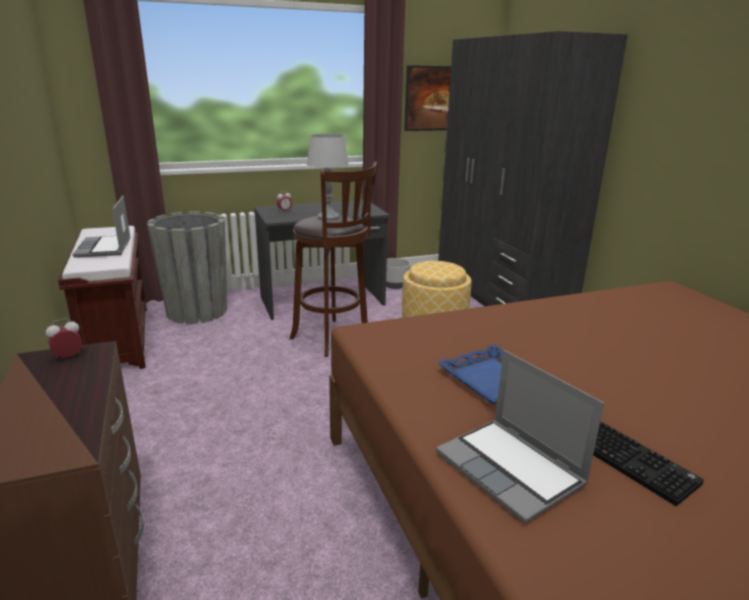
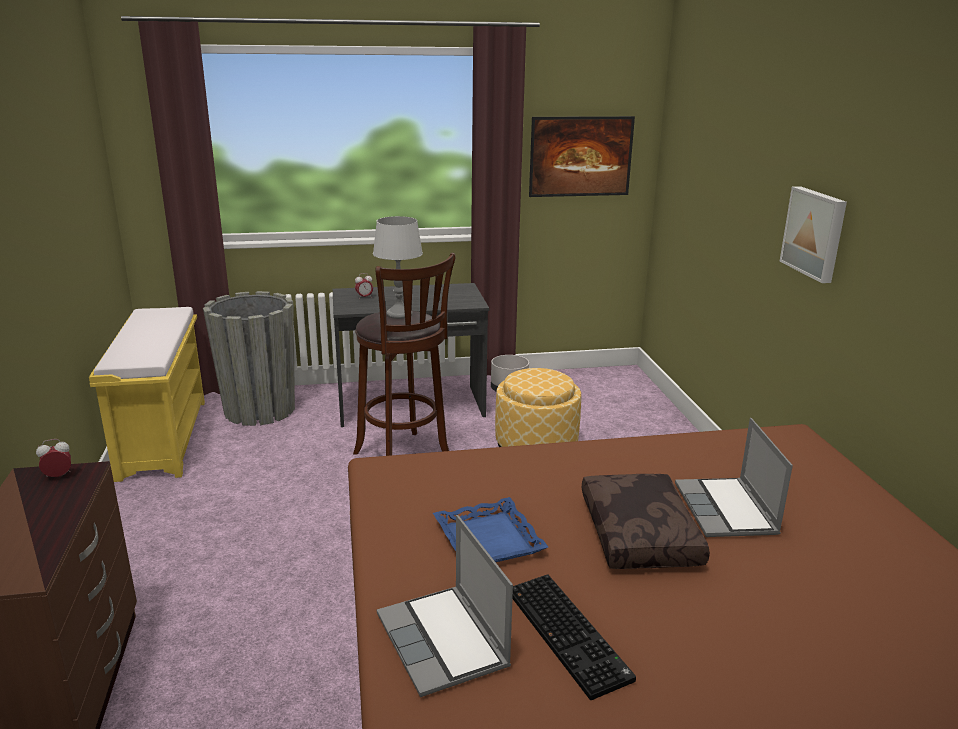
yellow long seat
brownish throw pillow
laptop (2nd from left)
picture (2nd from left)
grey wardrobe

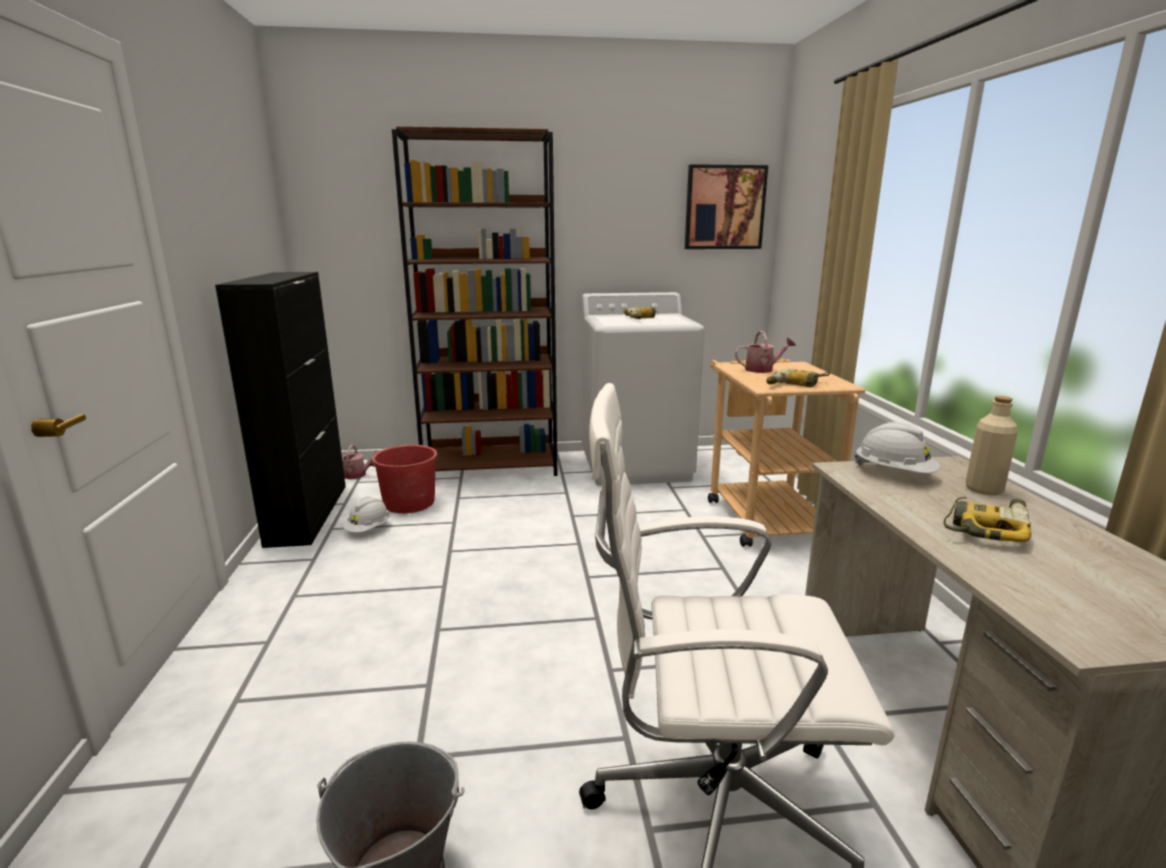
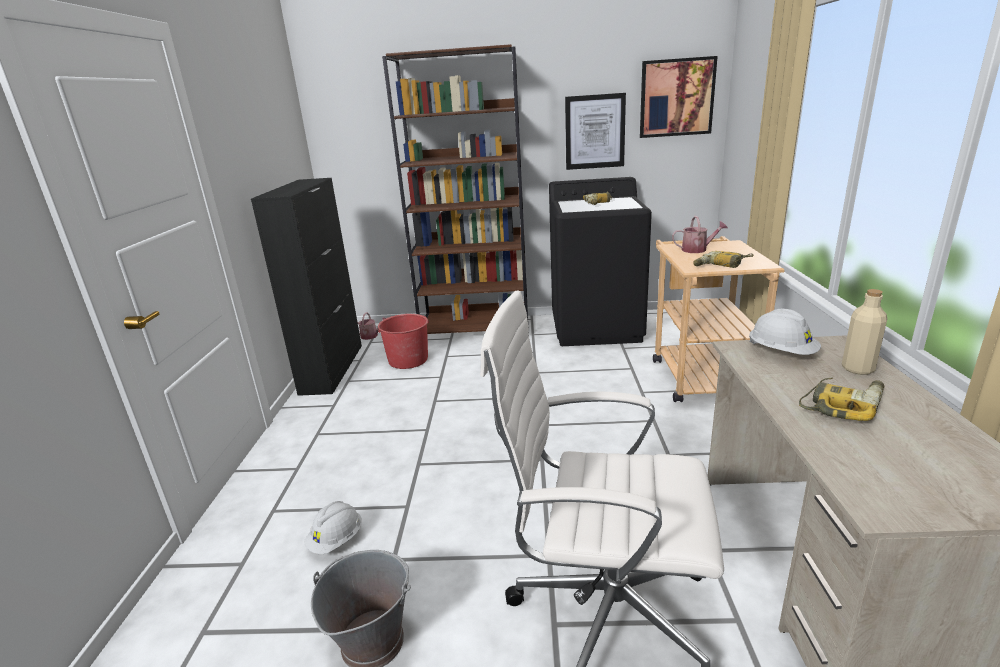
whitish work helmet (1st from left)
black-coloured washing machine
picture (1st from left)

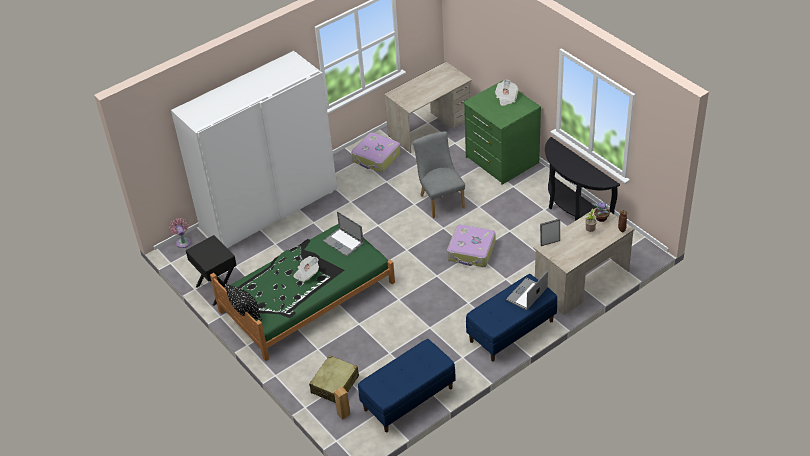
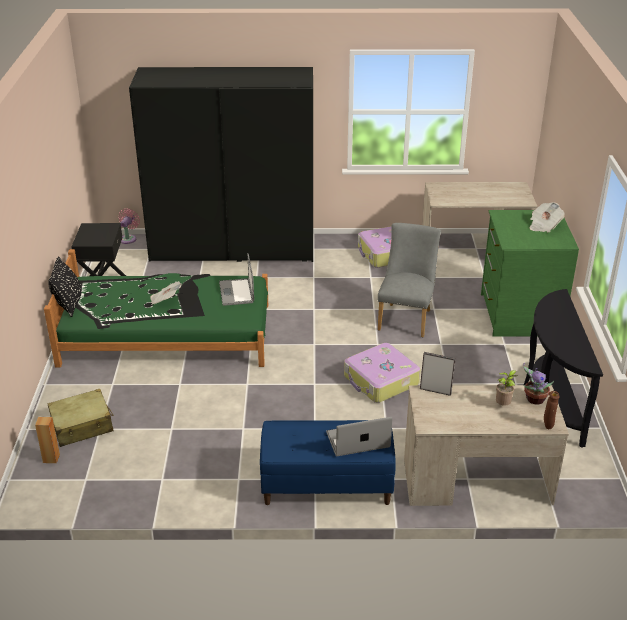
black-coloured wardrobe
bluish long seat (1st from left in the first image)

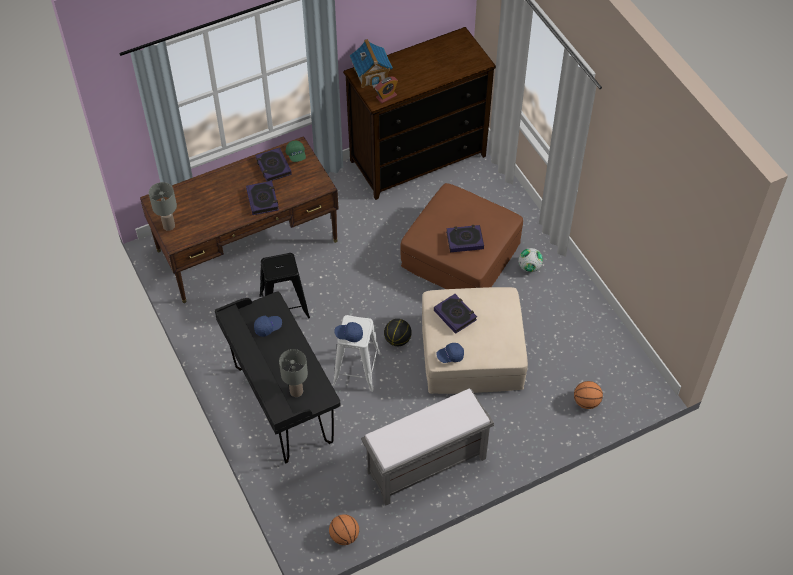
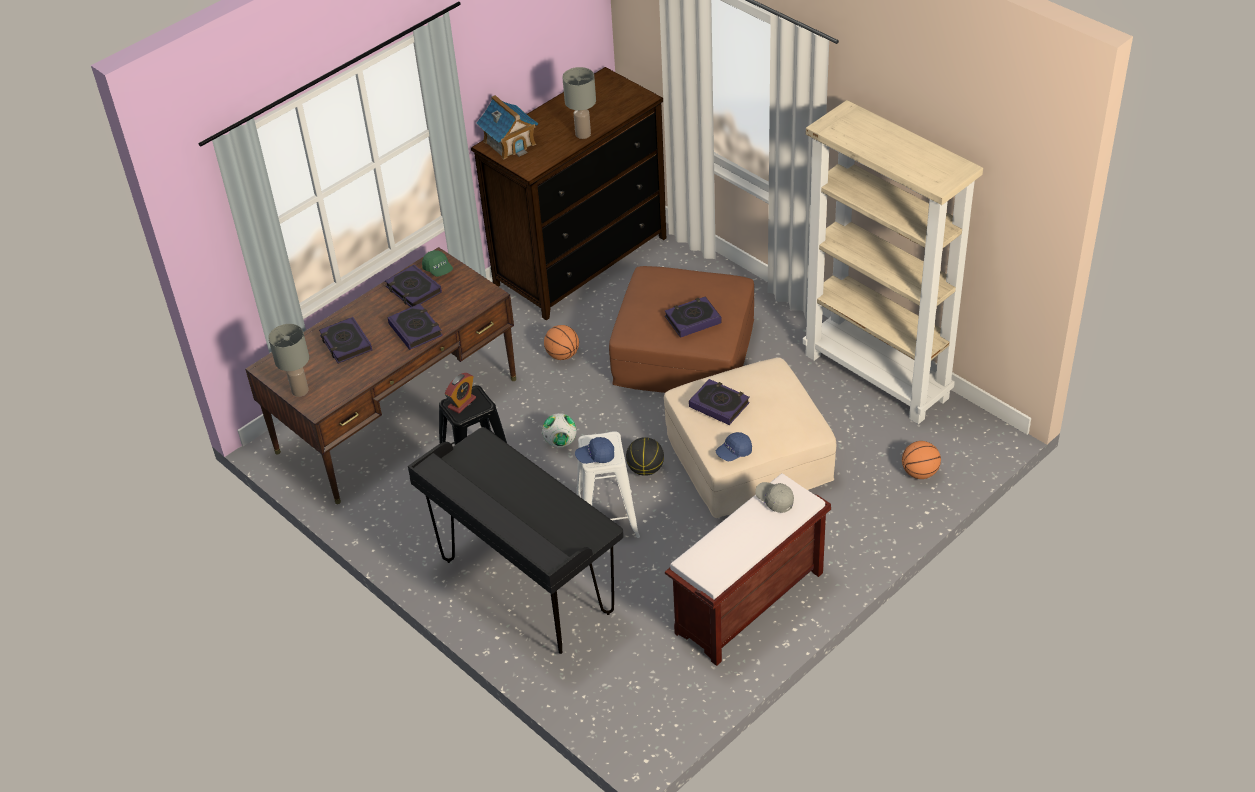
book (1st from left)
table clock
football
basketball ball (1st from left)
grey table lamp (2nd from left)
brownish long seat
grey cap
beige-coloured bookshelf
bluish cap (1st from left in the first image)

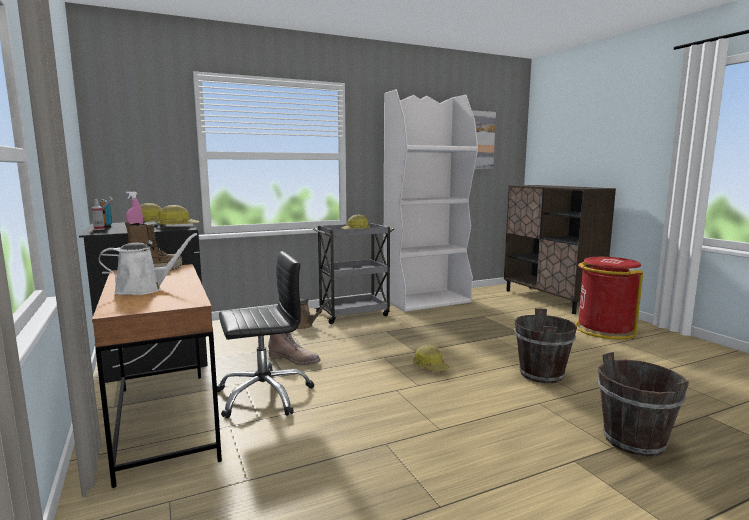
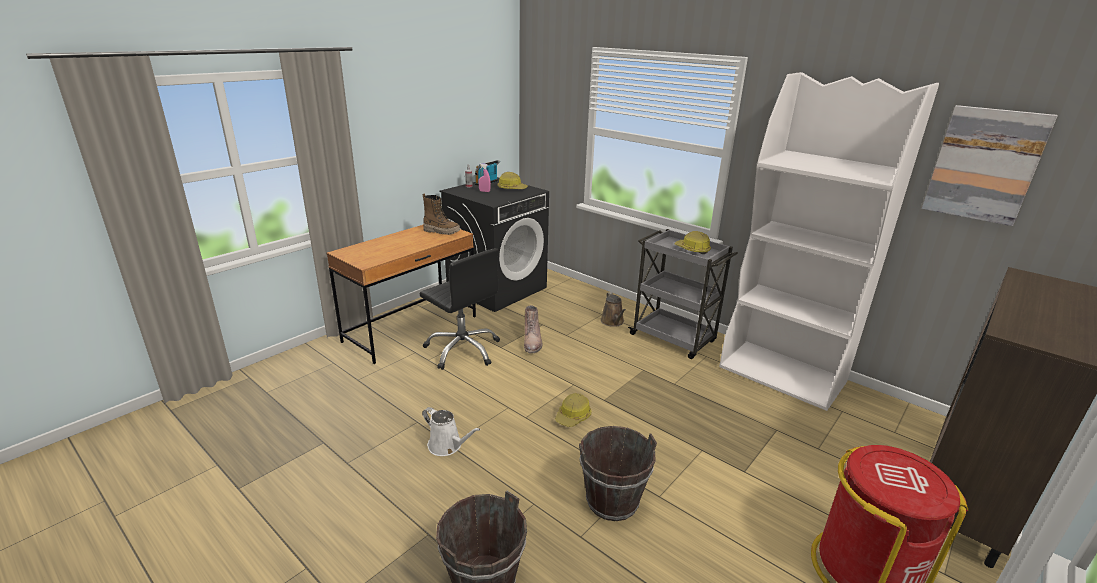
whitish watering can
work helmet (2nd from left in the first image)

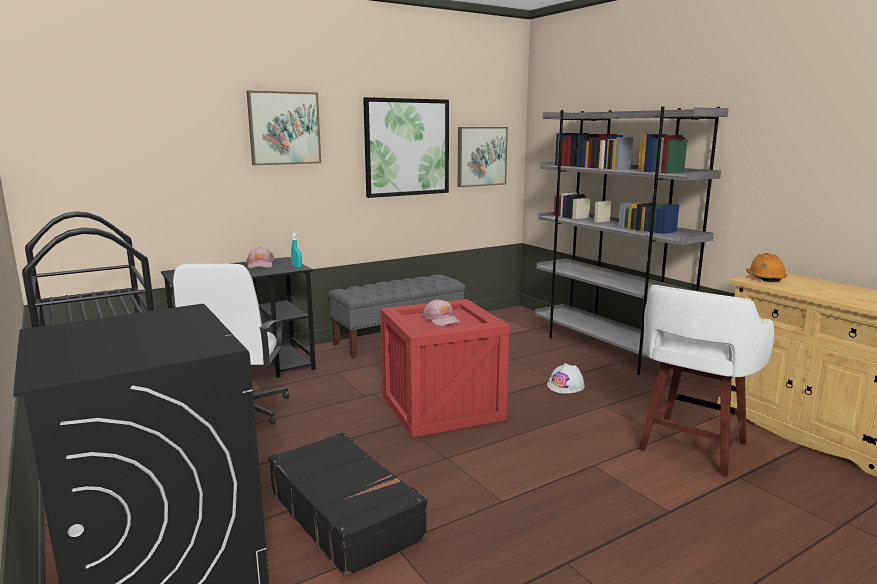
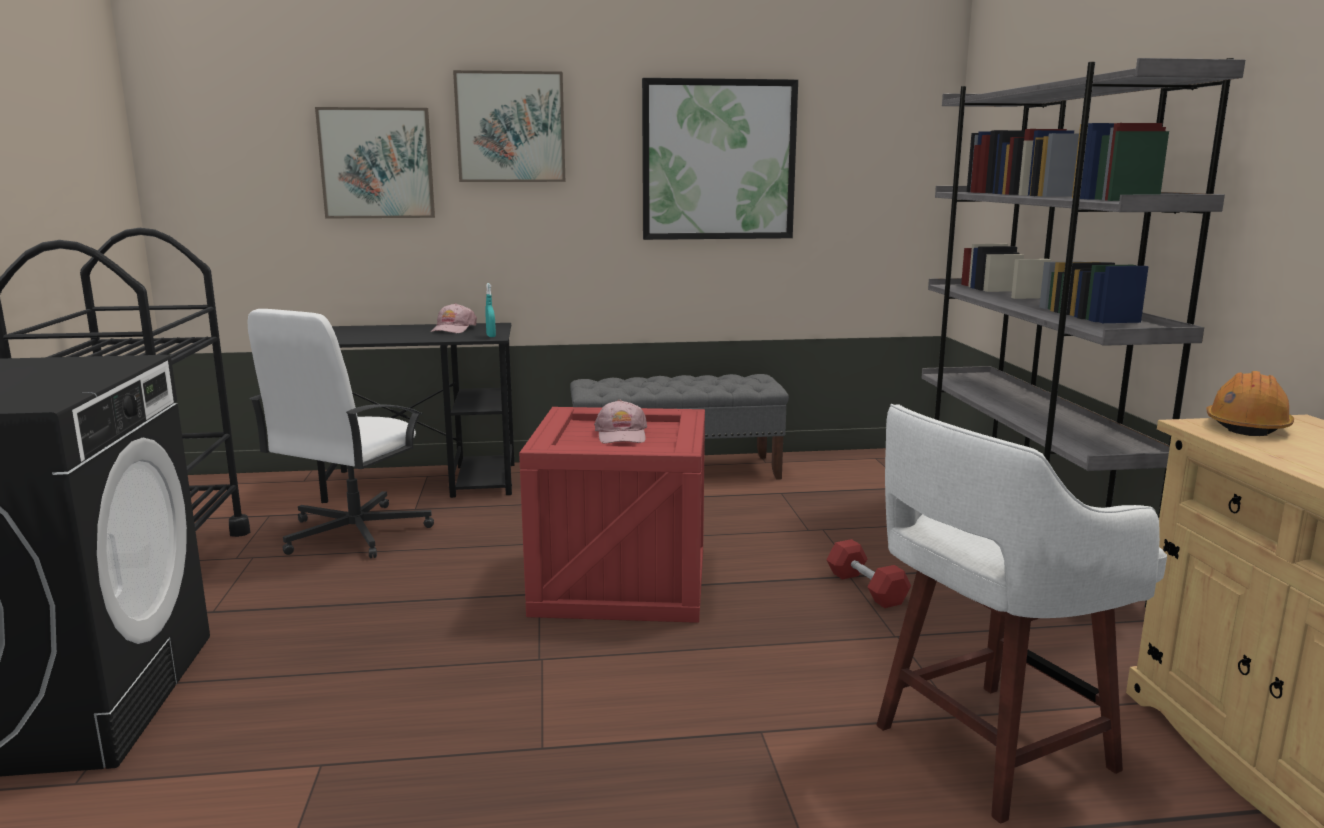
picture (1st from left)
red-coloured dumbbell
black-coloured piece of luggage

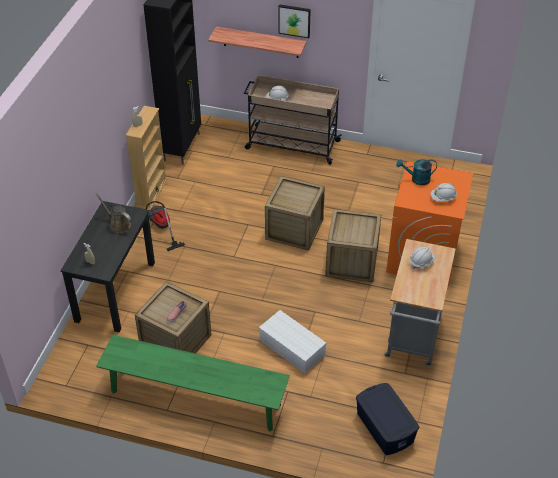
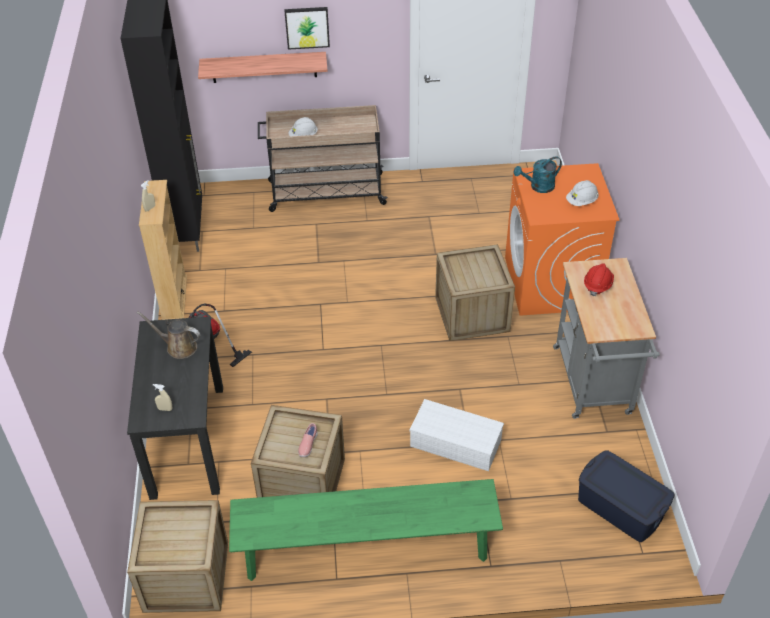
packing crate (1st from left)
red-coloured work helmet

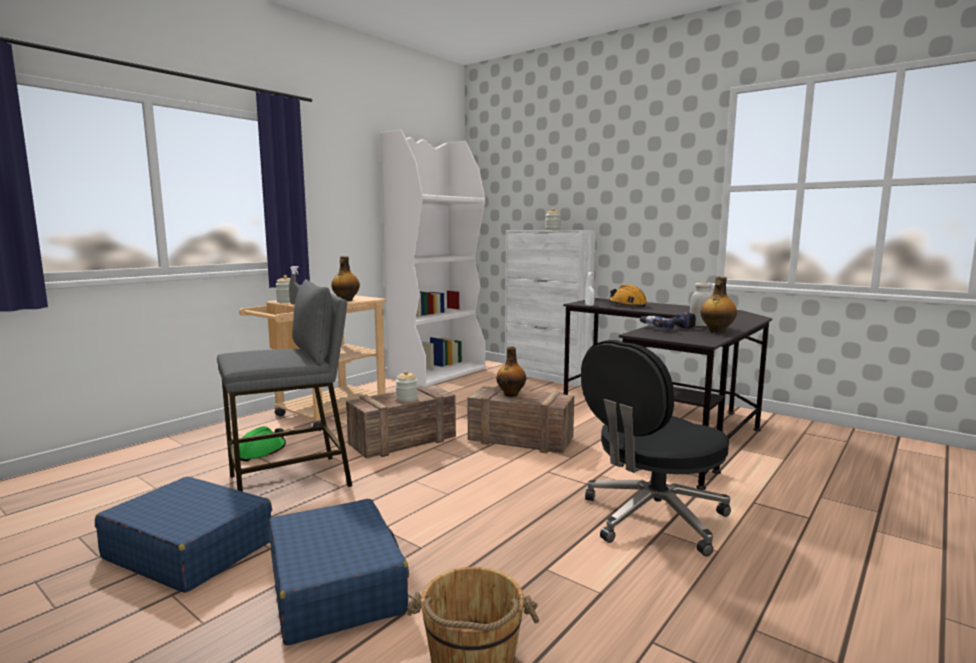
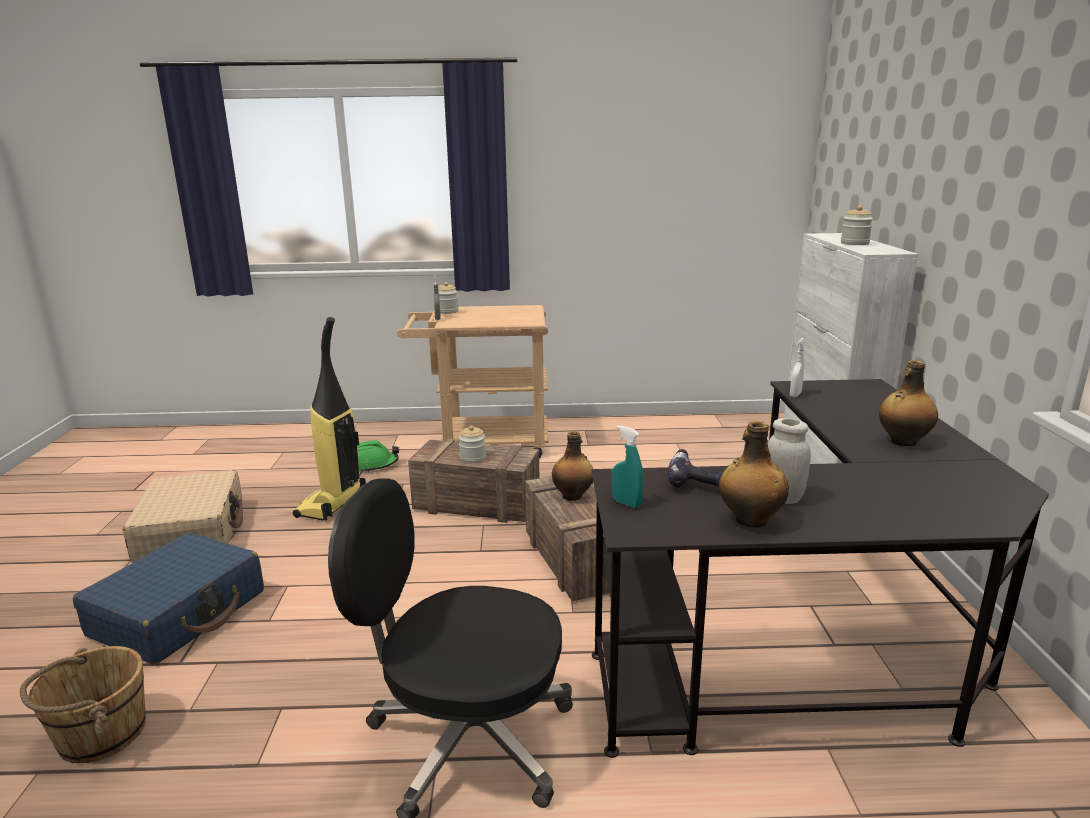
beige-coloured piece of luggage
vacuum cleaner
turquoise sprayer
beverage bottle (3rd from left)
whitish bookshelf
orangey work helmet

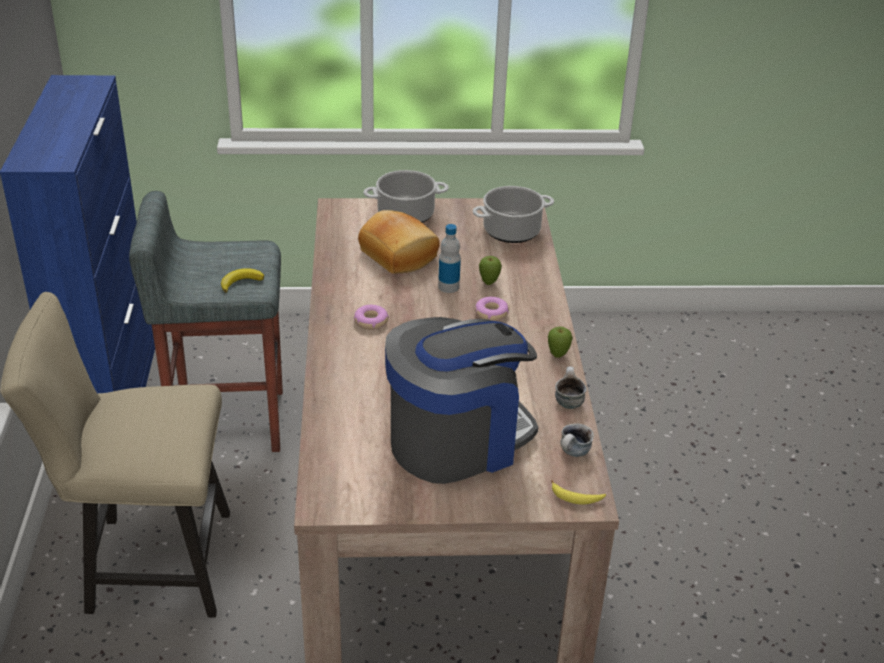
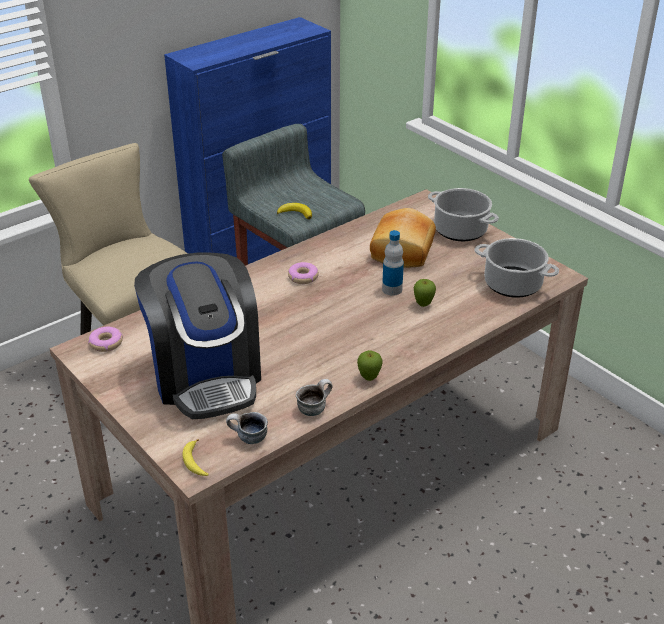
doughnut (1st from left)
coffee machine

